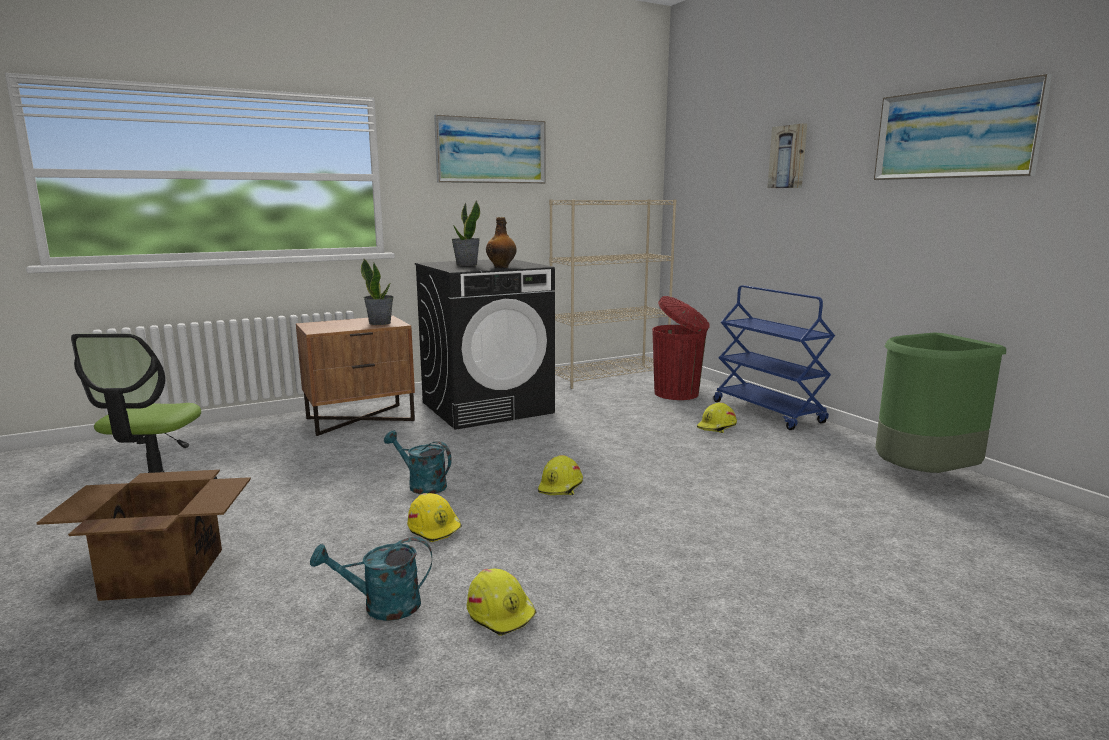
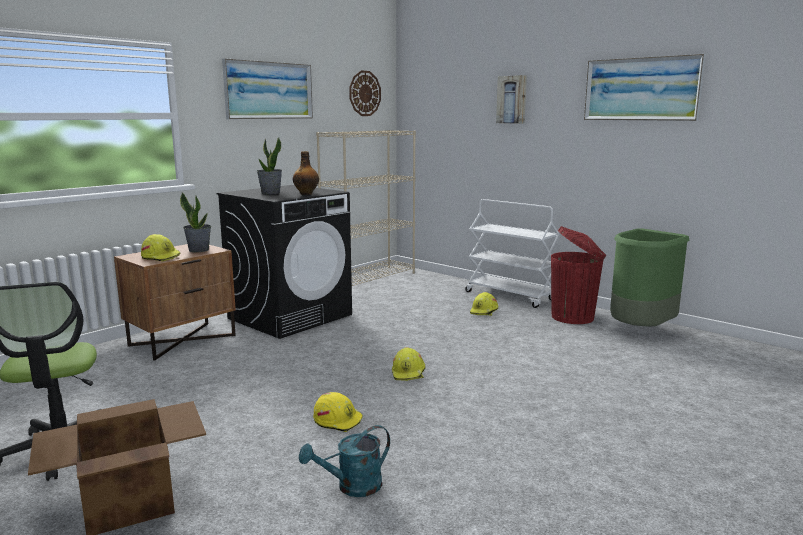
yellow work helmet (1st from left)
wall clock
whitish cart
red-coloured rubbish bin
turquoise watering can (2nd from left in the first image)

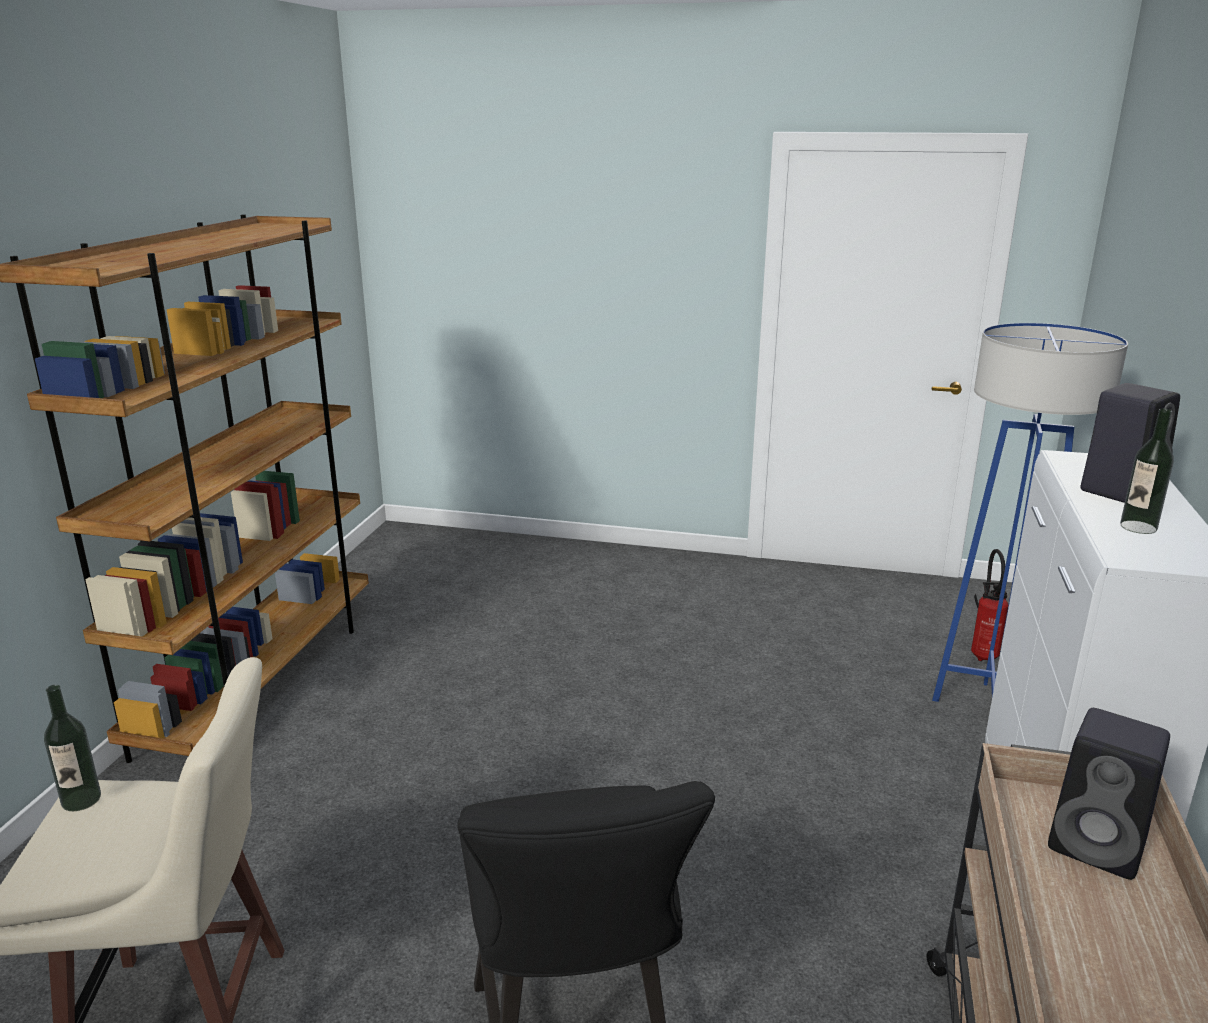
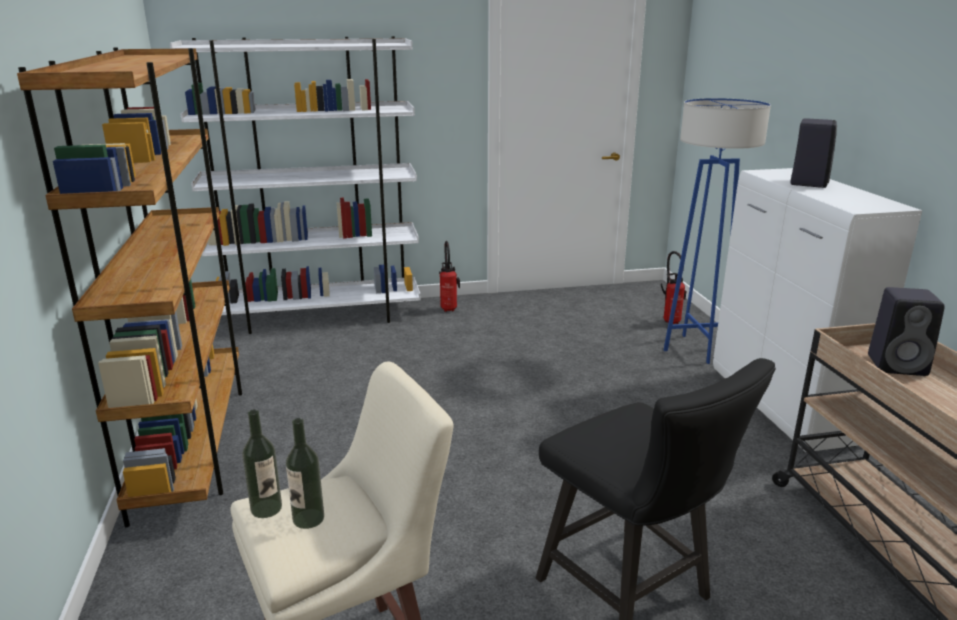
whitish bookshelf
beverage bottle (2nd from left)
fire extinguisher (1st from left)

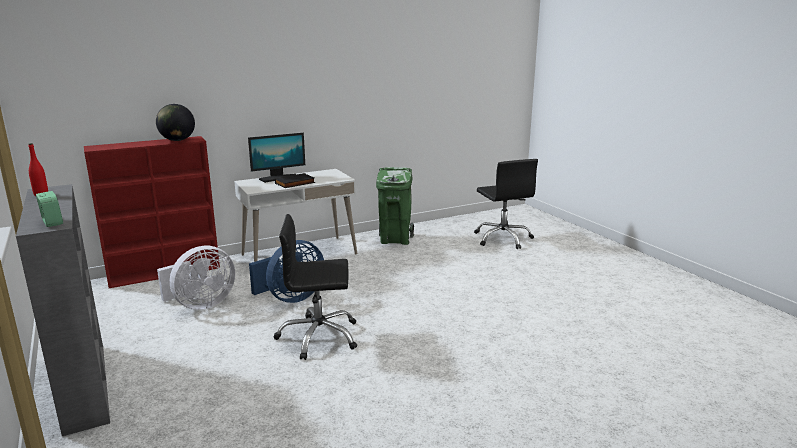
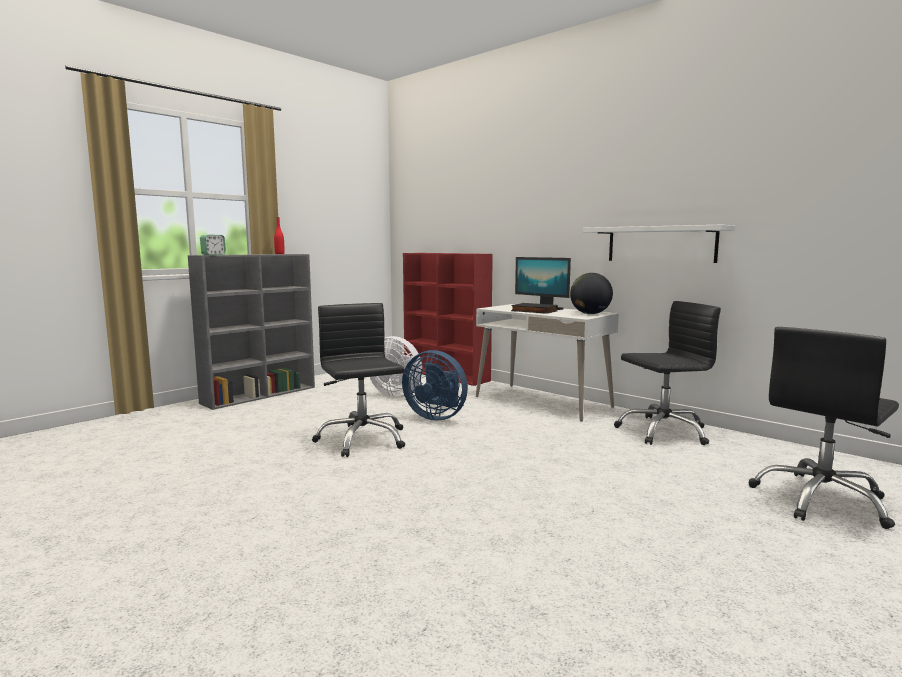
world globe
whitish shelf
black-coloured office chair (2nd from left)

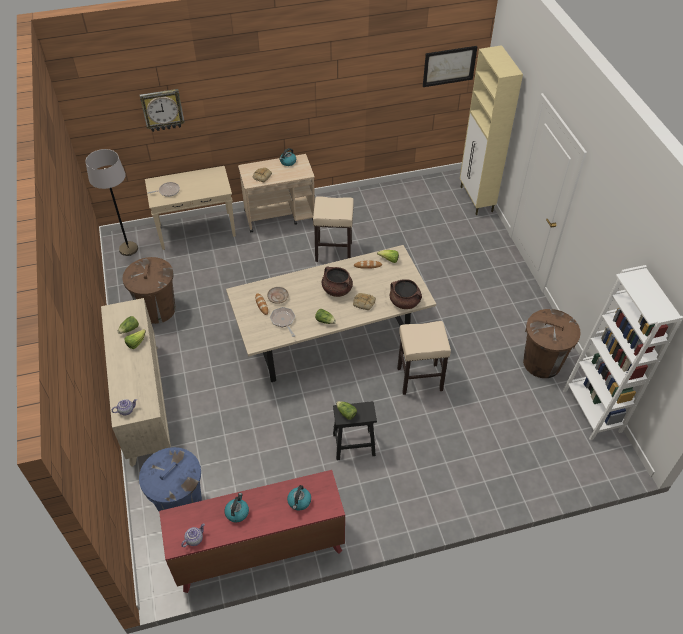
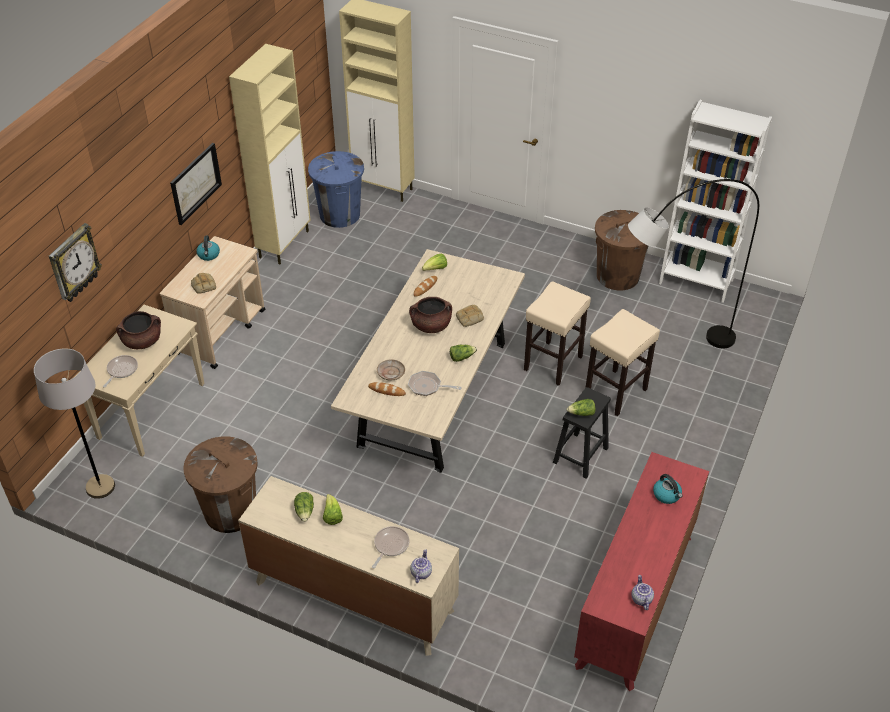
brownish saucepot (1st from left)
picture
beige-coloured storage cabinet (1st from left)
bluish rubbish bin
frying pan (2nd from left)
beige-coloured sitting stool (2nd from left)
grey floor lamp (2nd from left)
kettle (1st from left in the first image)

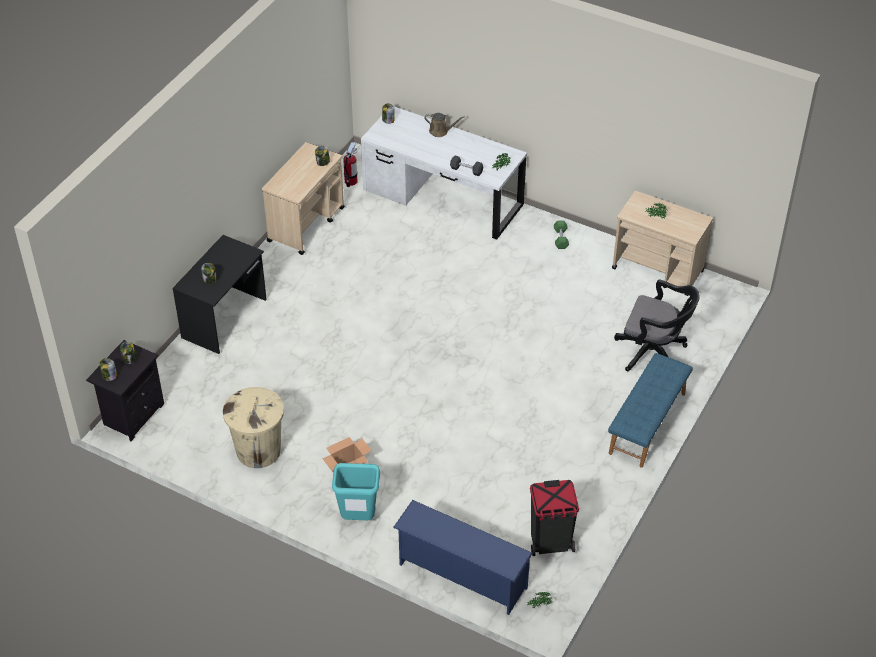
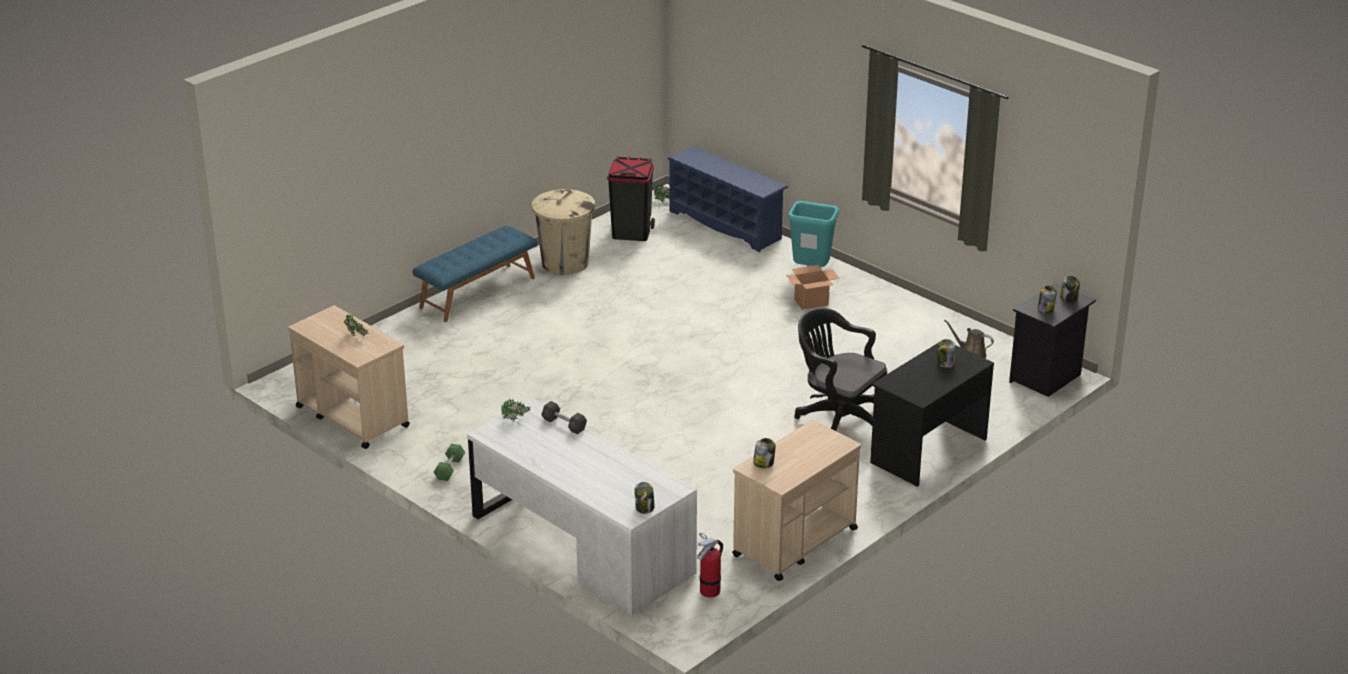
beige-coloured rubbish bin
black-coloured office chair
brownish watering can

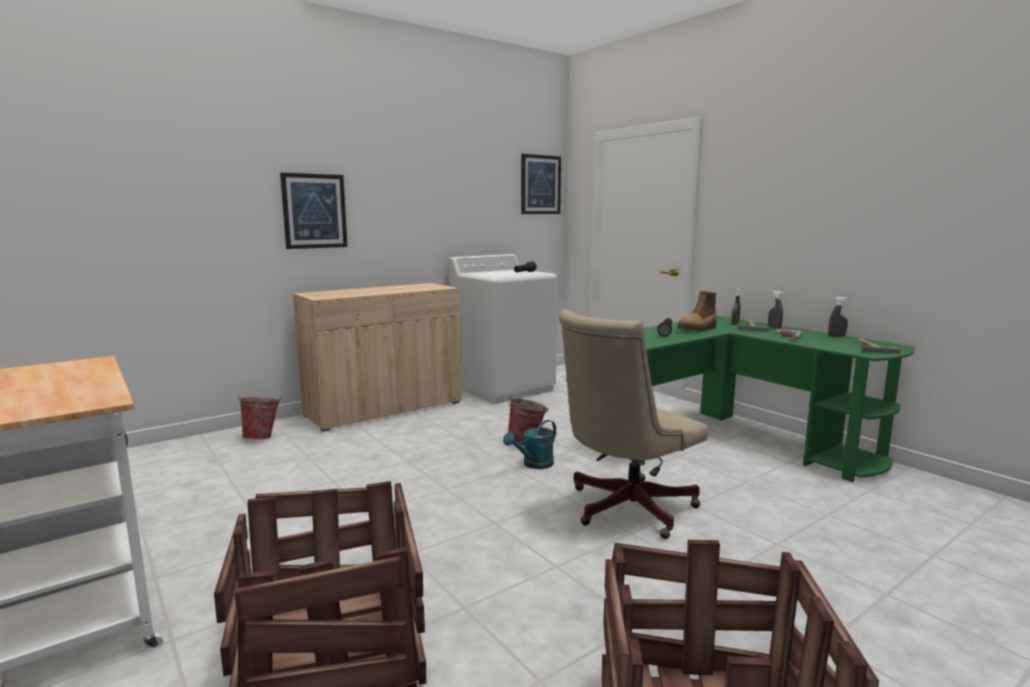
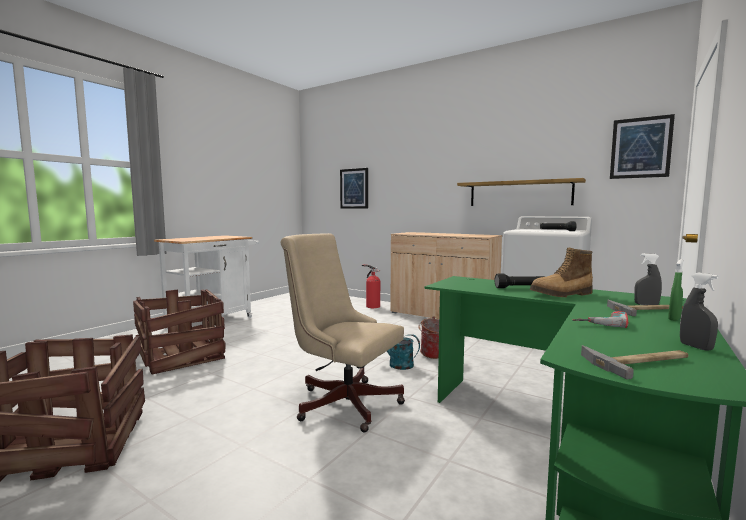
picture (1st from left)
fire extinguisher
shelf
boot
green sprayer

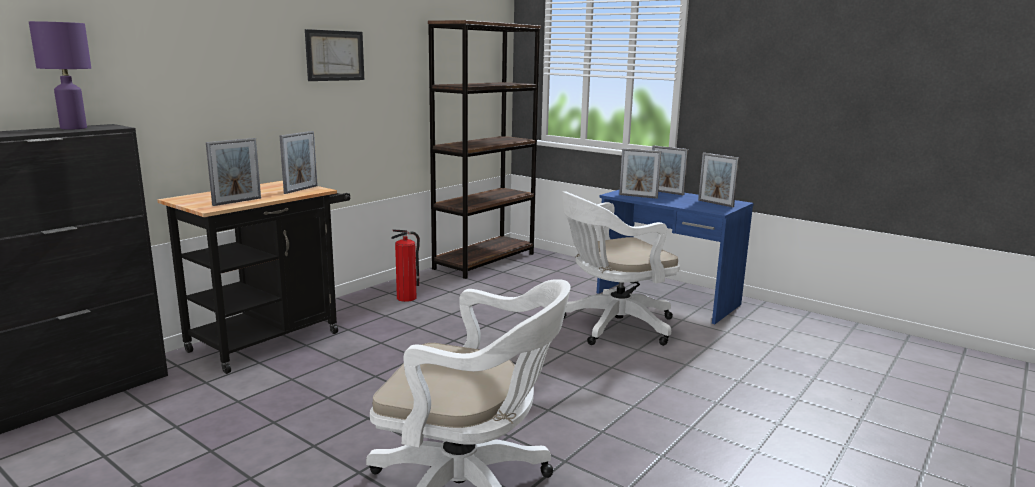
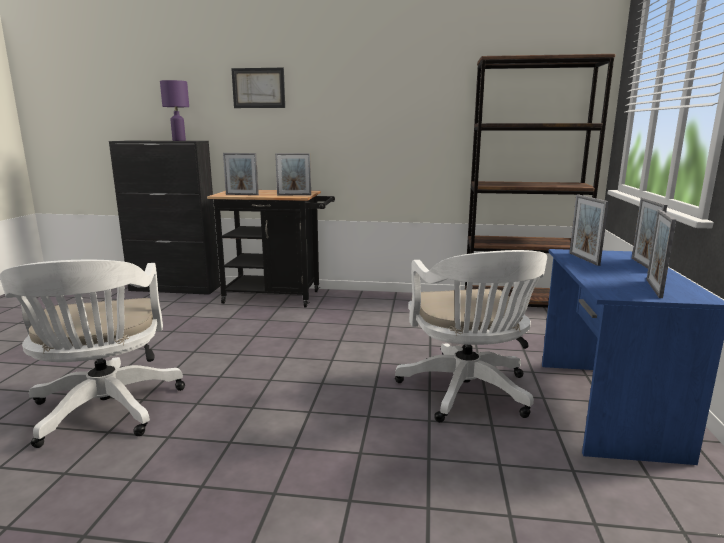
picture
whitish office chair (2nd from left)
fire extinguisher

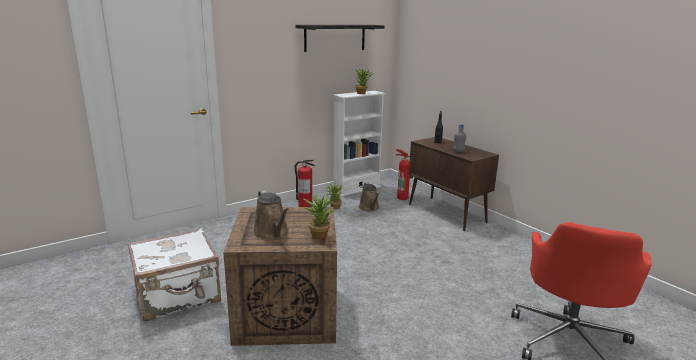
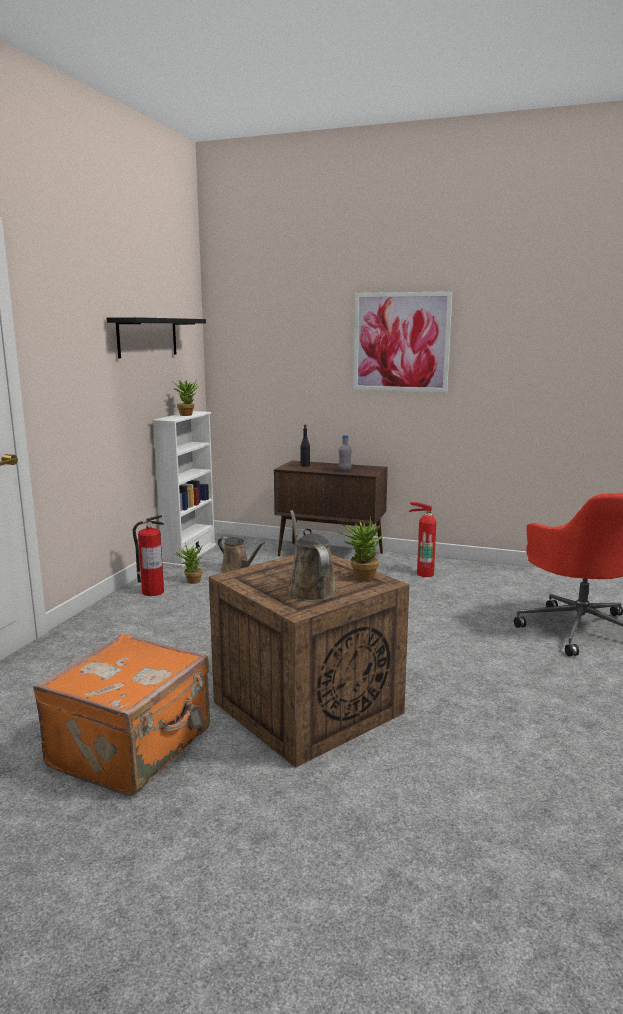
orangey piece of luggage
brownish watering can (2nd from left)
picture
fire extinguisher (2nd from left)

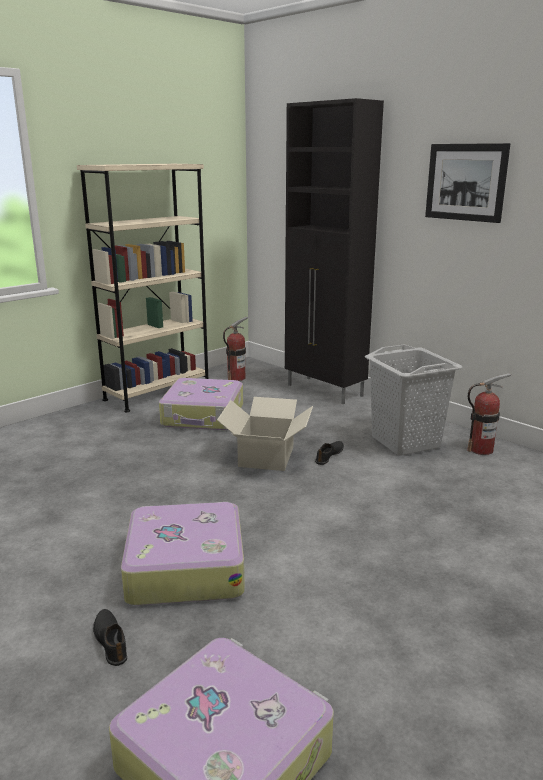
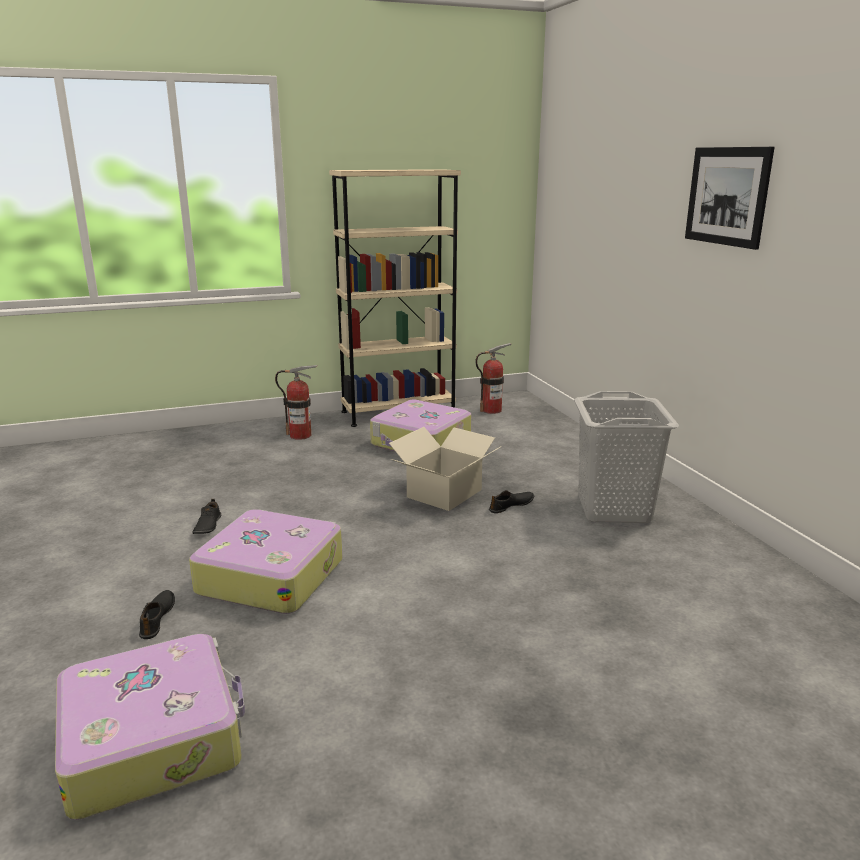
black-coloured low shoe (2nd from left)
fire extinguisher (1st from left)
black-coloured storage cabinet

